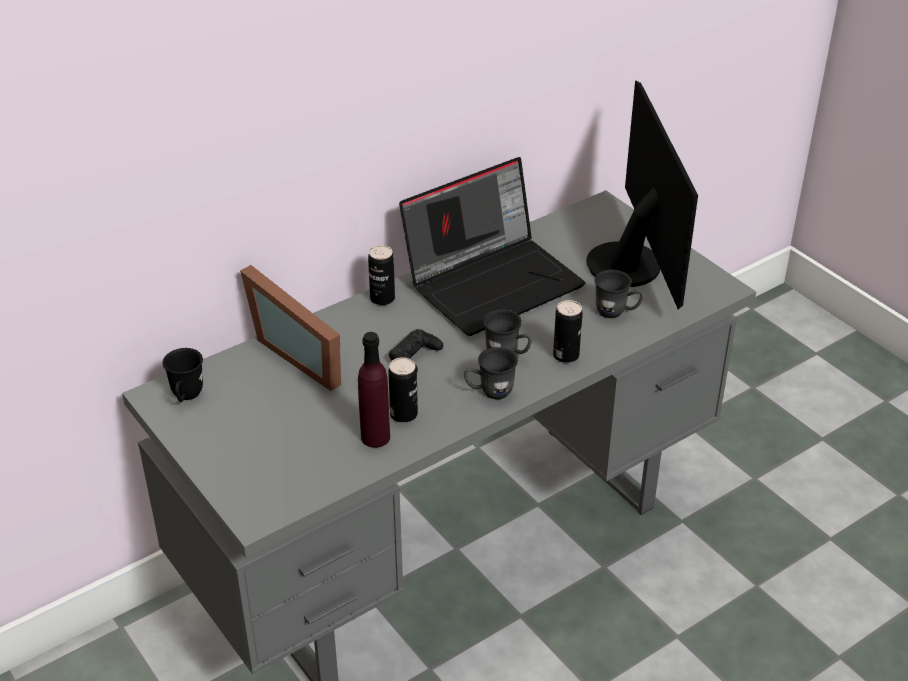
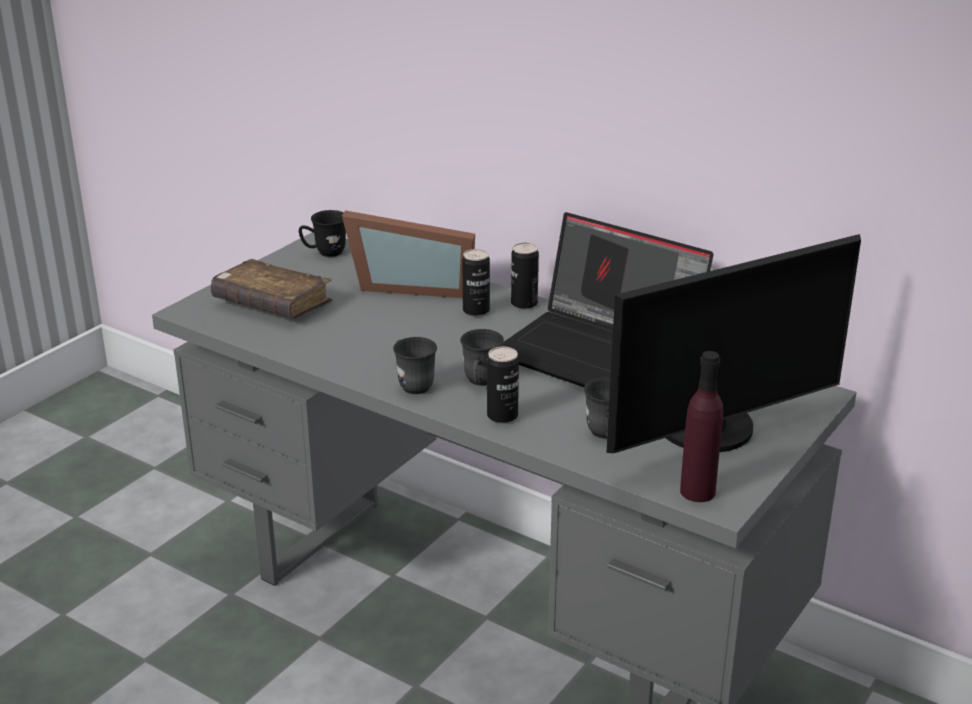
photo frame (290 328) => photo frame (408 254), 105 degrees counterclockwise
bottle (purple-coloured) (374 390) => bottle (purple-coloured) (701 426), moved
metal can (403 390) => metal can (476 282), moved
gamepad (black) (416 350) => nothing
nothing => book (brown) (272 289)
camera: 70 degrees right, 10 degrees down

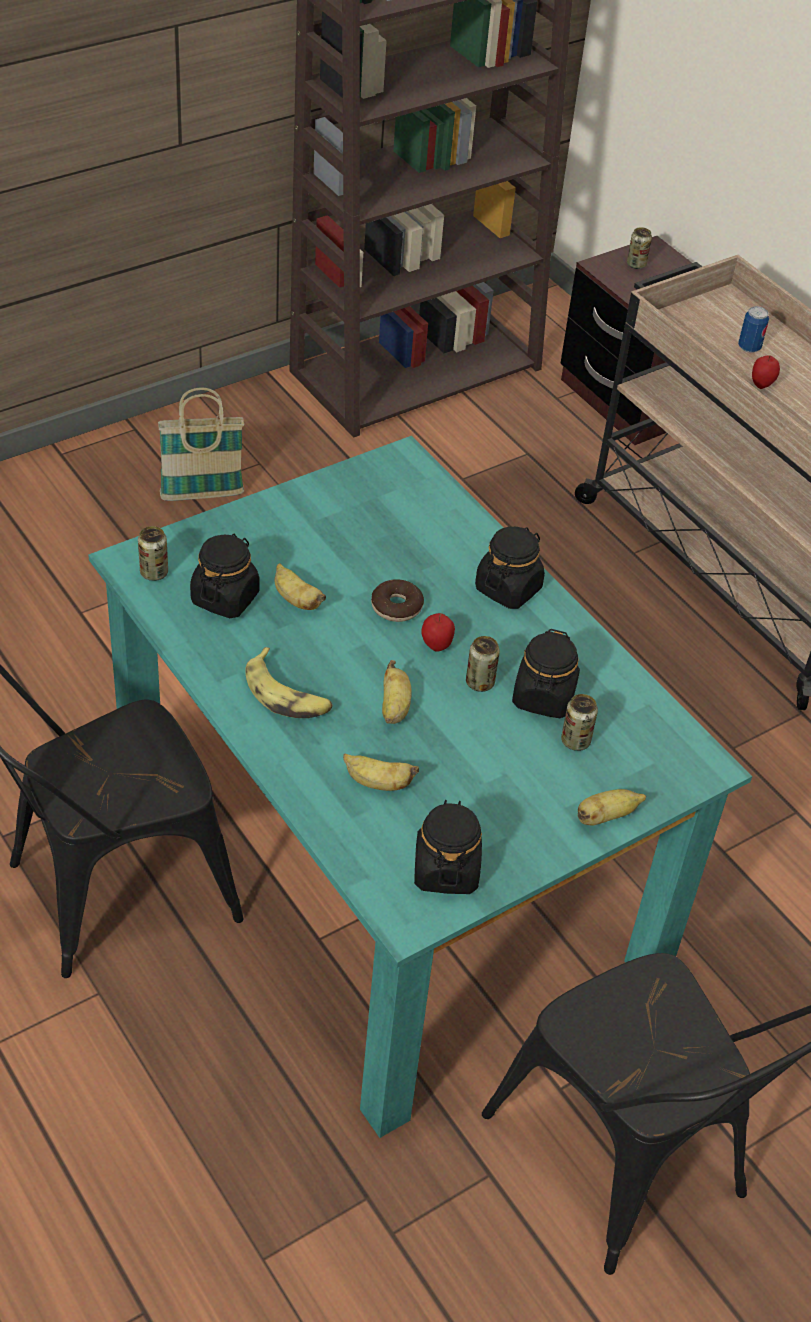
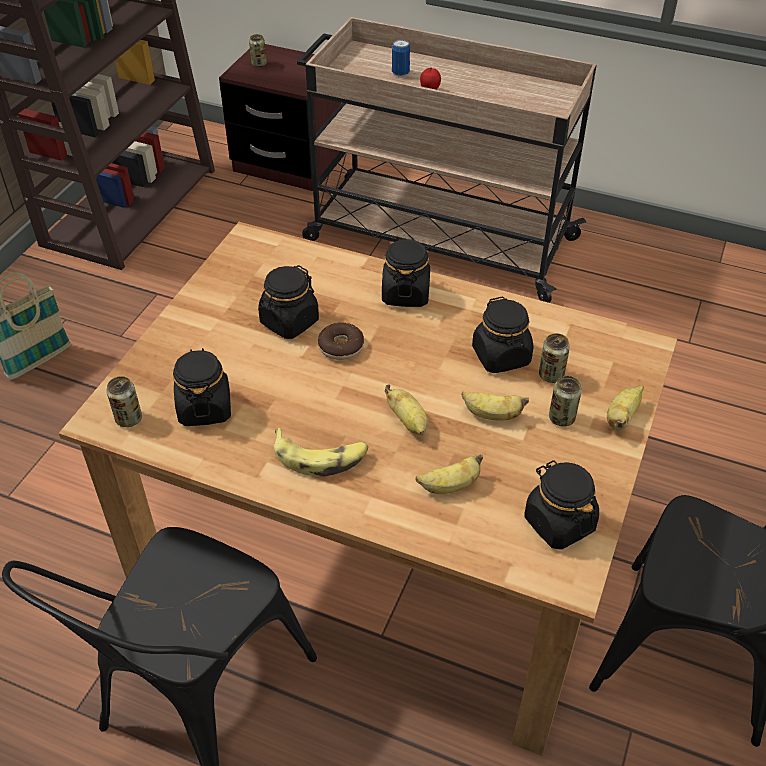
kitchen table (blue-green) (420 787) => kitchen table (brown) (368 489)
whole banana (300 586) => whole banana (495 406), moved
whole apple (438 632) => nothing
metal can (483 664) => metal can (565 401), moved
nothing => jar (black) (288 302)
camera: 30 degrees left, 0 degrees up

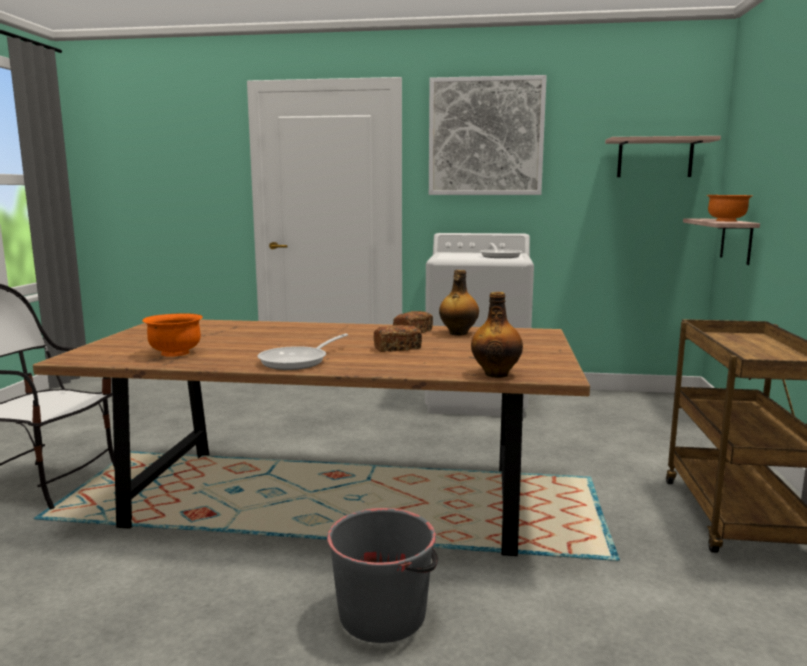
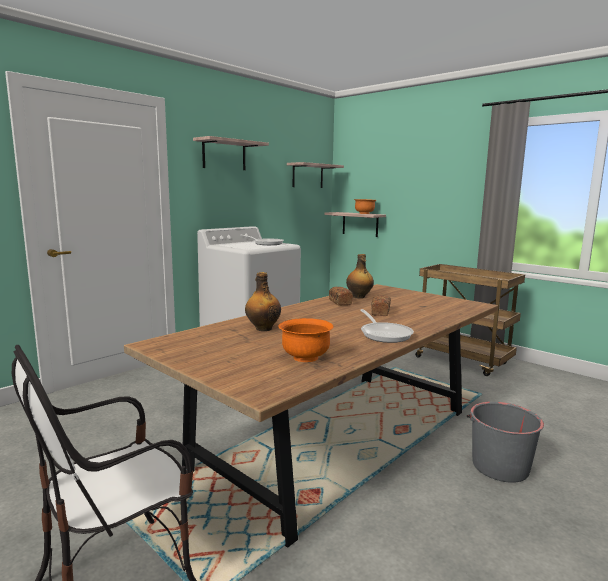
wall picture (488 135) => wall shelf (231 153)
bottle (497 335) => bottle (263 301), moved
camera: 55 degrees left, 0 degrees up

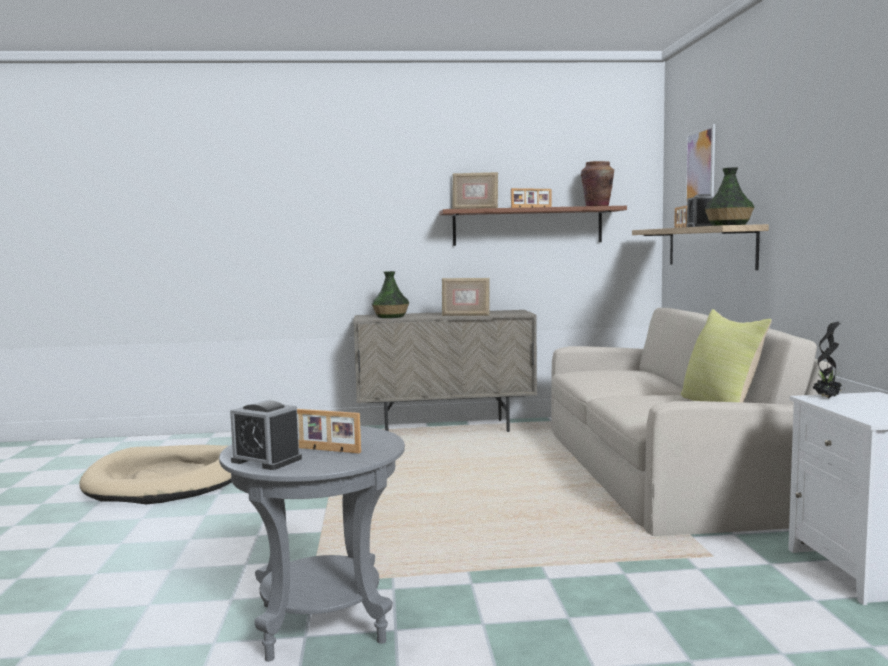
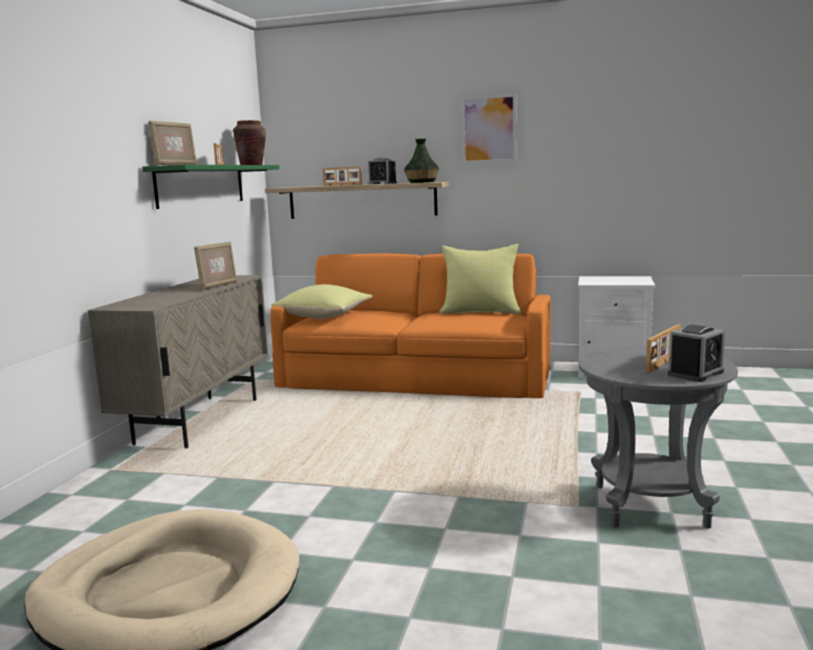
decorative vase (390 294) => nothing
wall shelf (brown) (533 226) => wall shelf (green) (210 187)
settee (beige-coloured) (691 422) => settee (orange-coloured) (410 325)
wall picture (700 165) => wall picture (488 129), moved
potted plant (827 360) => nothing
nothing => throw pillow (yellow-coloured) (322 301)
camera: 70 degrees left, 5 degrees up

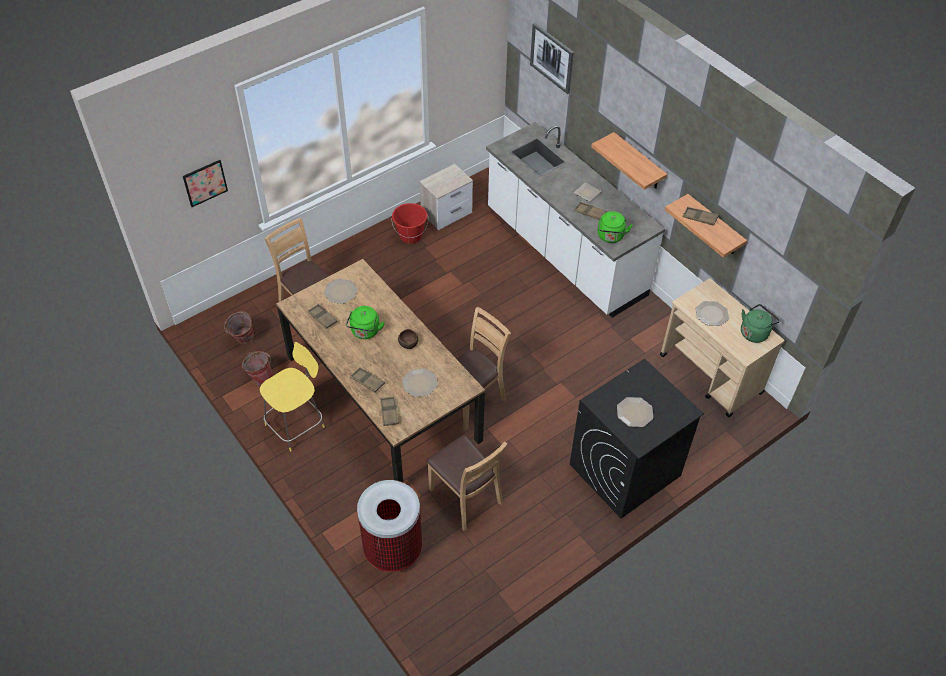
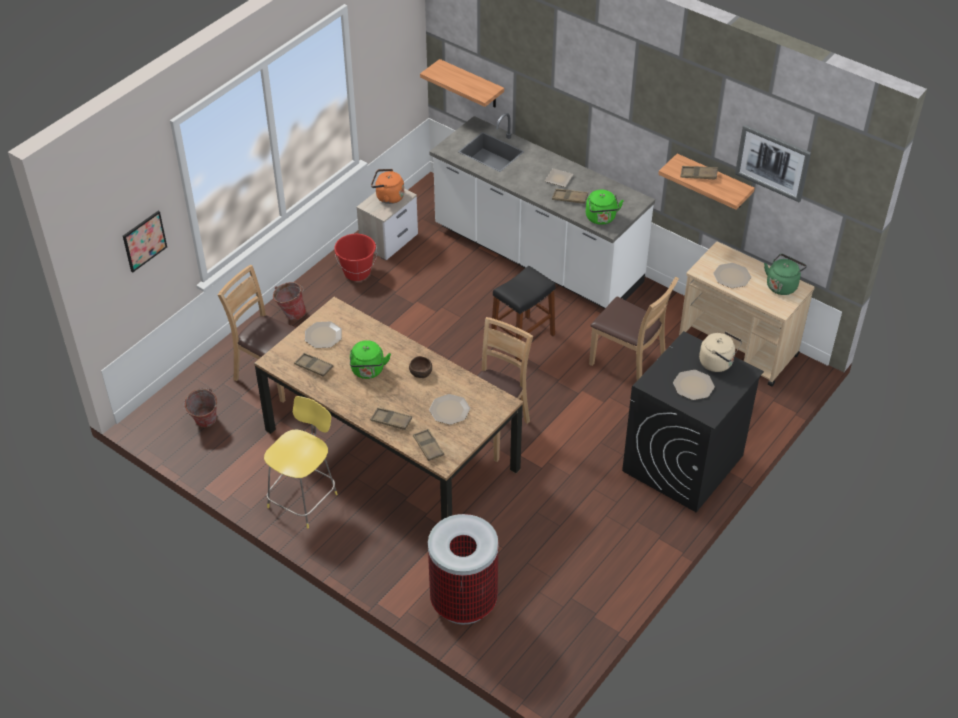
water bucket (258 368) => water bucket (289 301), moved
chair (brown) (466 482) => chair (brown) (634 328), moved
wall picture (552 58) => wall picture (773 163), moved
wall shelf (629 161) => wall shelf (462 83), moved
nothing => kettle (orange-coloured) (387 186)
nothing => stool (black) (523 313)
nothing => kettle (beige-coloured) (720 352)
camera: 15 degrees left, 5 degrees down

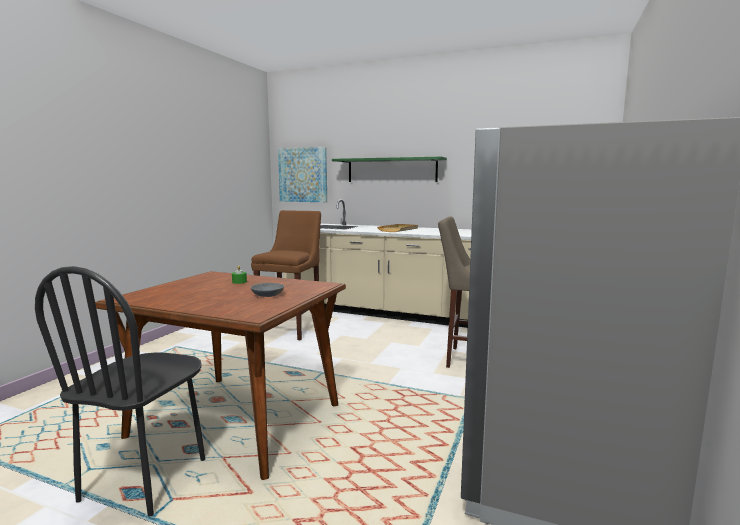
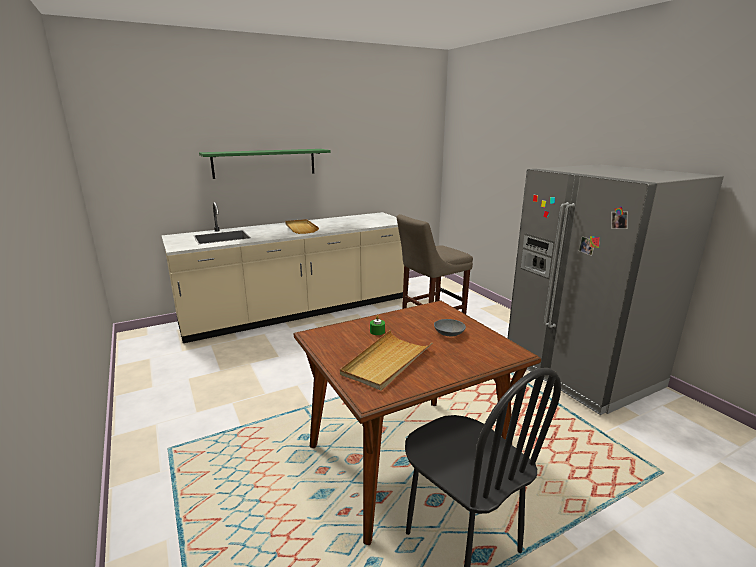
stool (brown) (286 275) => nothing
wall picture (302 174) => nothing
nothing => serving tray (beige-coloured) (386 360)
camera: 50 degrees left, 10 degrees up

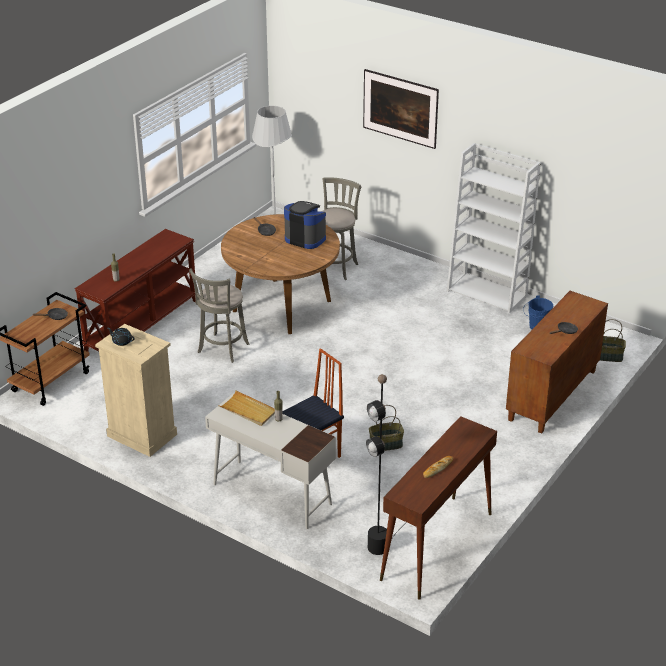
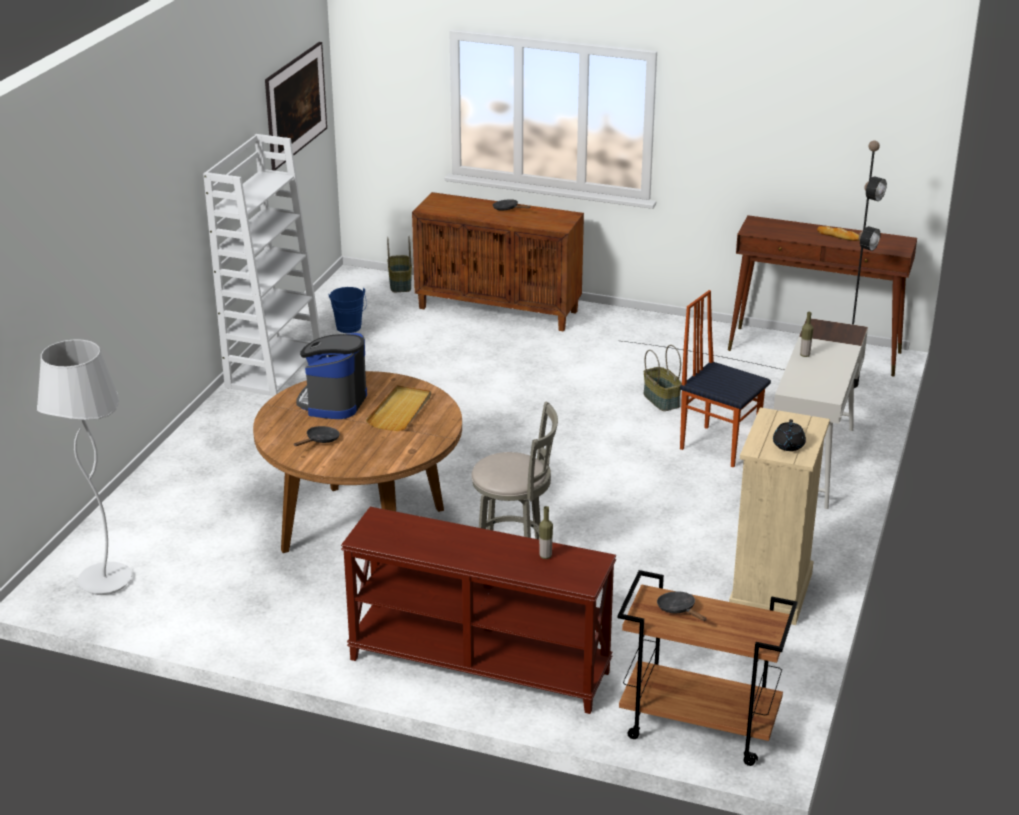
serving tray (beige-coloured) (246 408) => serving tray (beige-coloured) (398 408), moved
stool (grey) (341 228) => nothing
wall picture (401 109) => wall picture (296 106), moved
camera: 105 degrees left, 5 degrees down

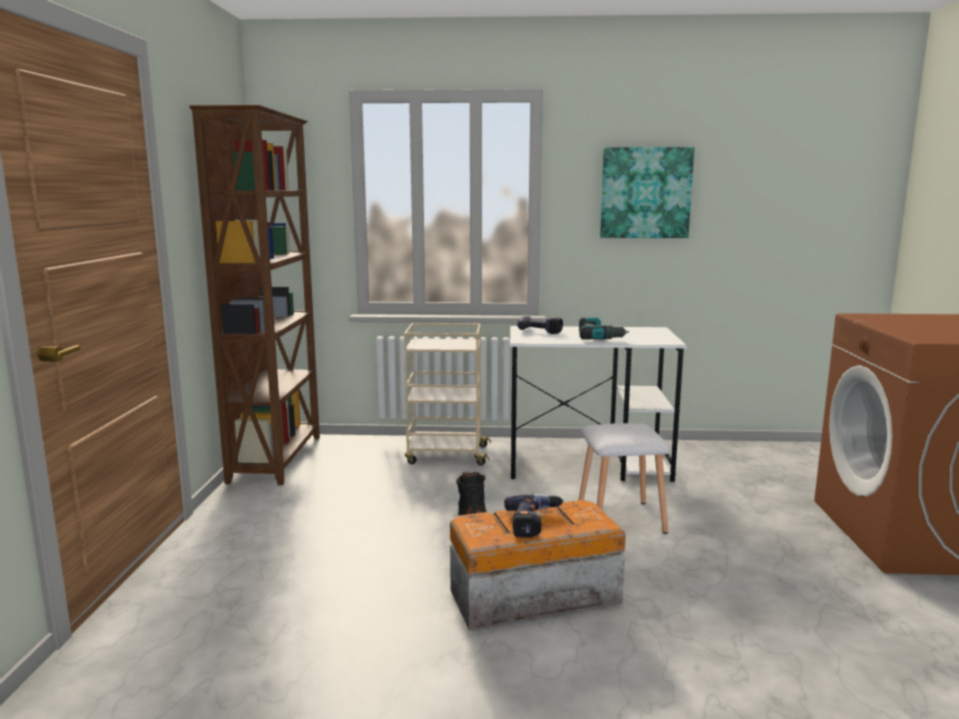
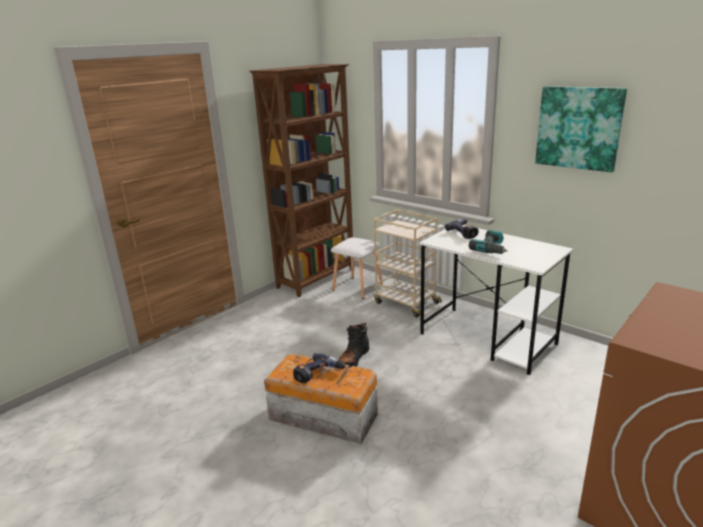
stool (whitish) (624 478) => stool (whitish) (357 268), moved
camera: 40 degrees right, 10 degrees up

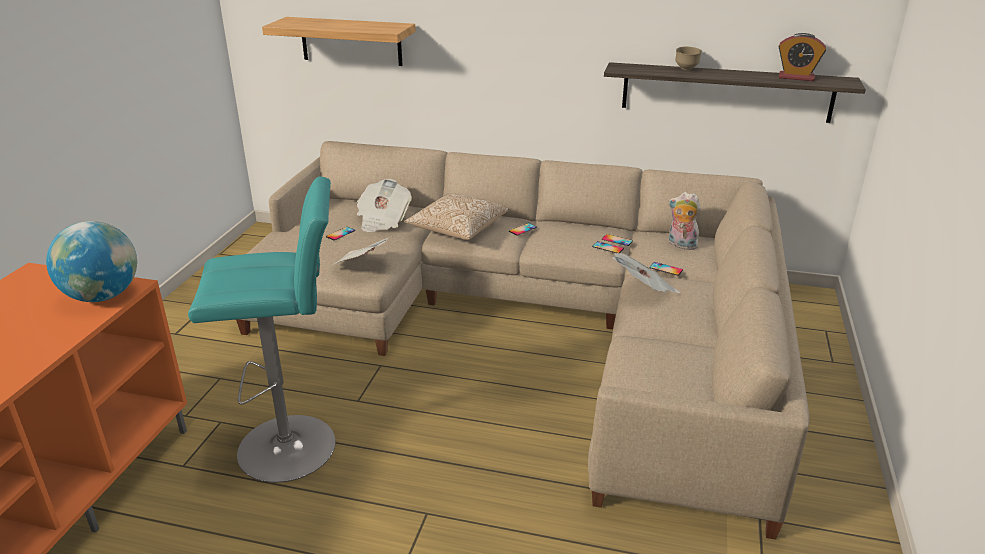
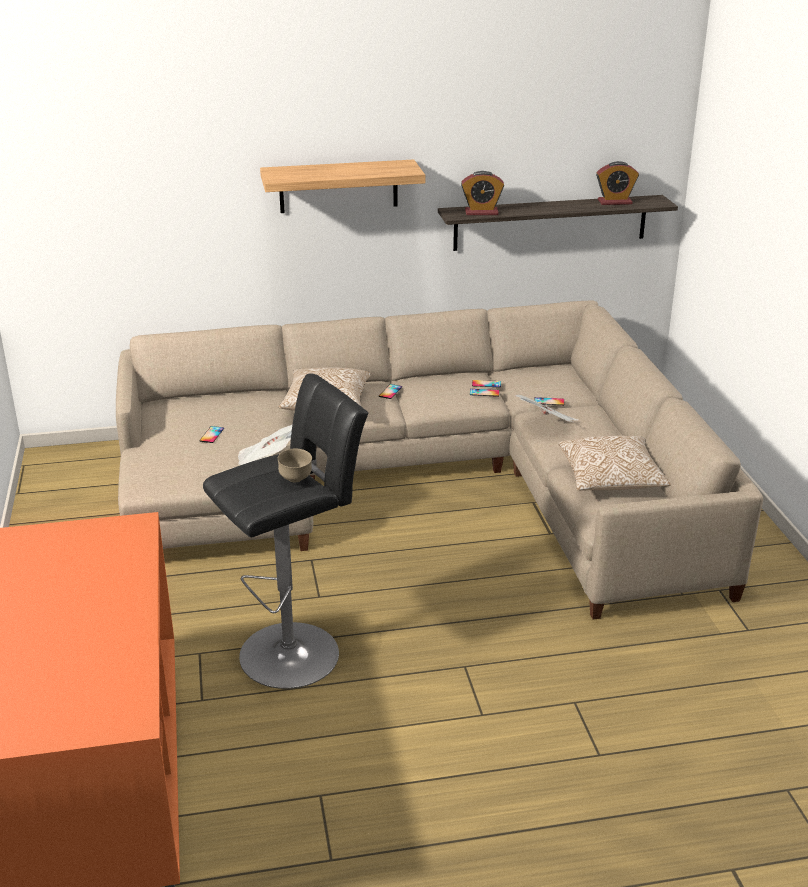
desk globe (91 261) => nothing
stool (blue-green) (262 329) => stool (black) (285 531)
wall shelf (339 41) => wall shelf (342 186), moved
daily paper (384 205) => nothing
soft toy (684 221) => nothing
deep dish (brown) (688 58) => deep dish (brown) (295 465), moved
nothing => alarm clock (482 193)
nothing => throw pillow (614 463)
camera: 25 degrees left, 0 degrees up

